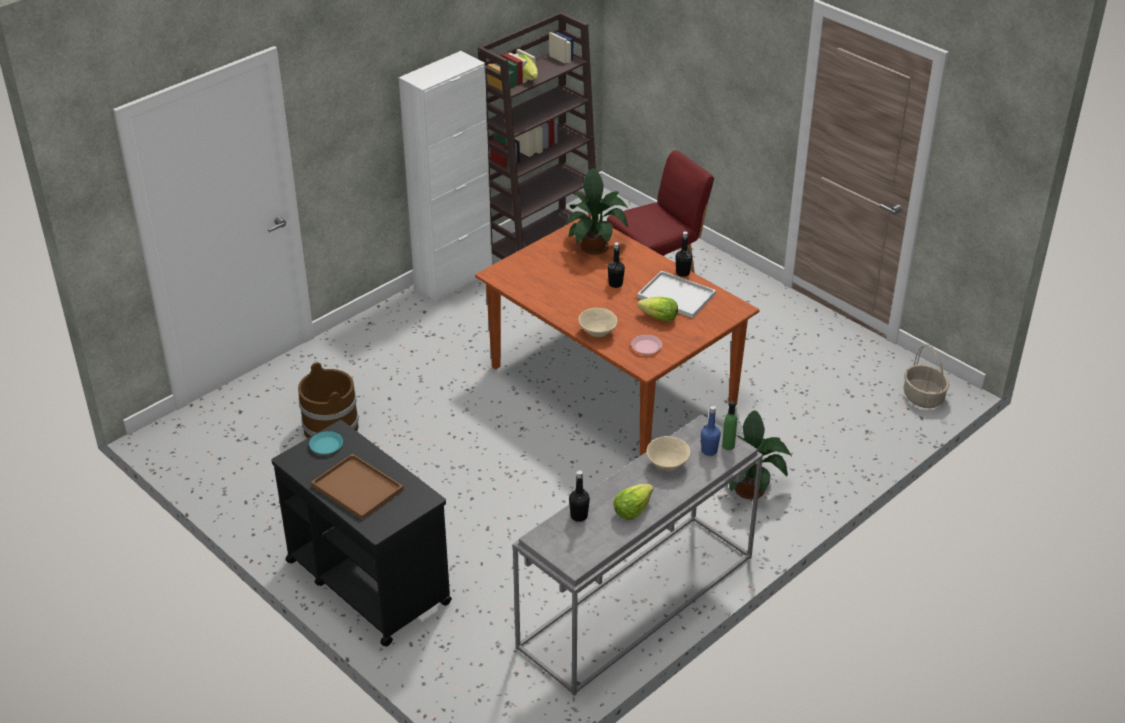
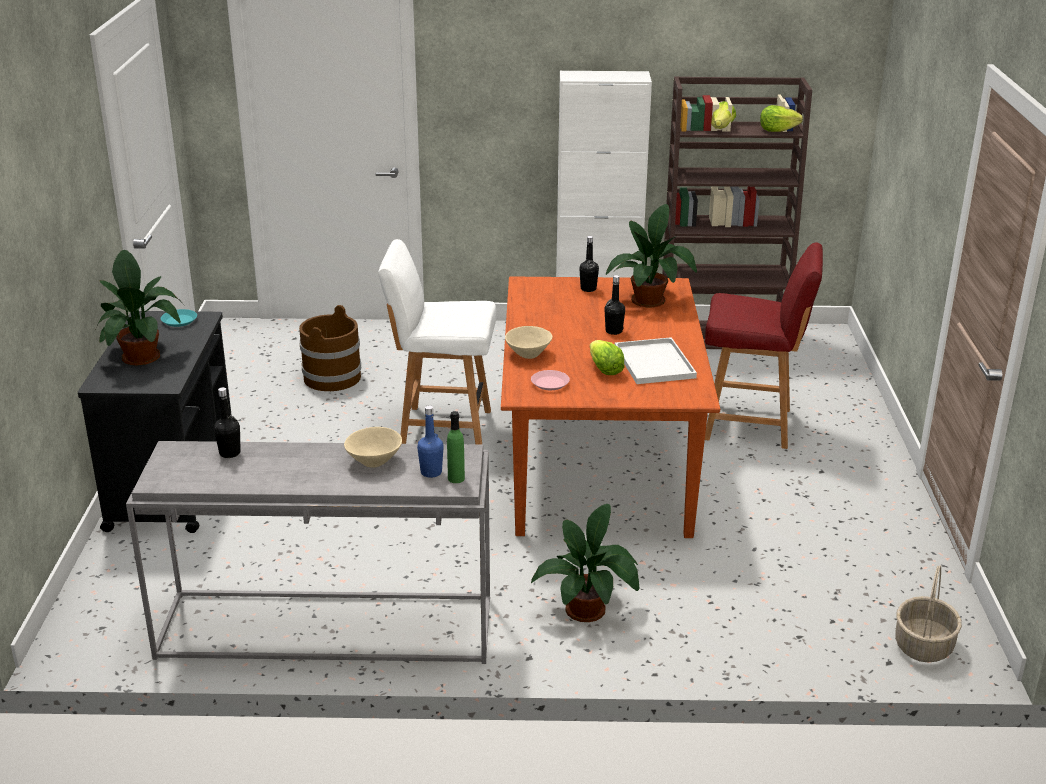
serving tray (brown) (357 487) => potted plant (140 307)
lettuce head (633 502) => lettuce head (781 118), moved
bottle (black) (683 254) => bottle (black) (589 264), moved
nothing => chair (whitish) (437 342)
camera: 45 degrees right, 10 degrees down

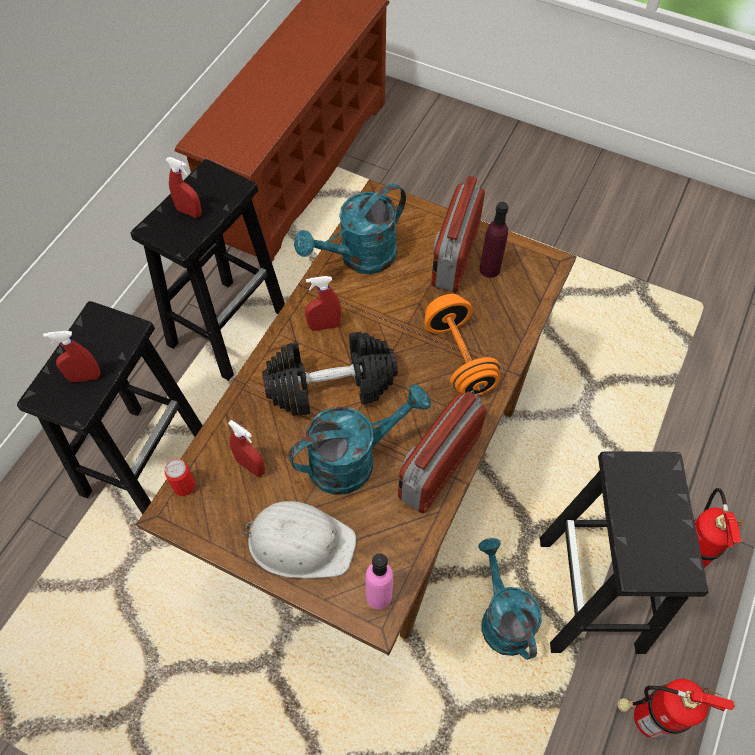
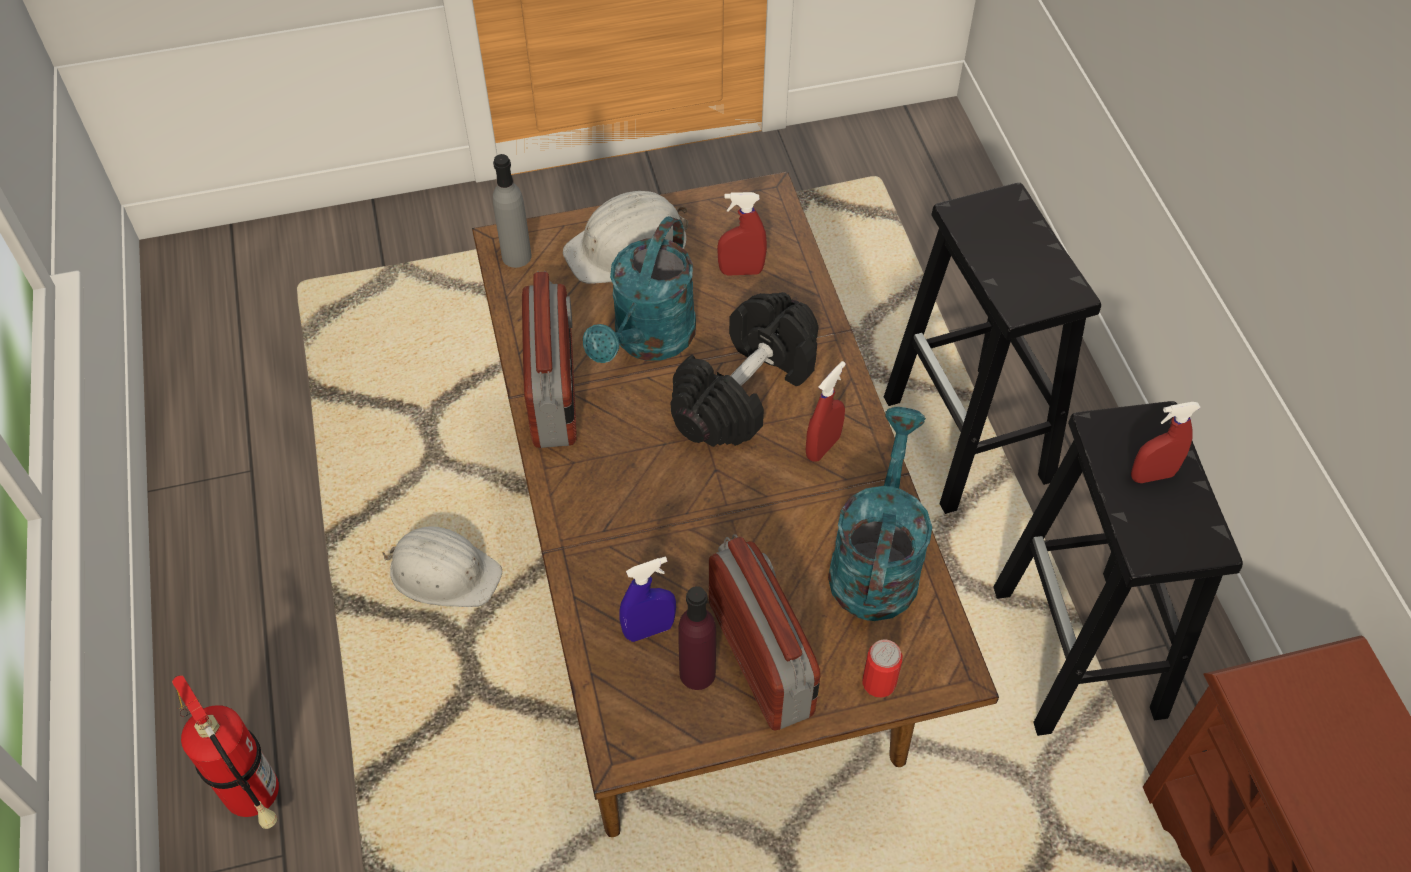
hand sprayer (red) (71 356) => nothing
metal can (180 477) => metal can (882 669), moved
bottle (pink) (379 581) => bottle (grey) (512 211)
free weight (orange-coloured) (462 345) => nothing
watering can (blue-green) (510 599) => work helmet (whitish) (442 567)
stool (black) (624 552) => nothing
fire-fighting cylinder (676 709) => nothing
nothing => hand sprayer (blue) (647 599)
camera: 140 degrees right, 5 degrees down

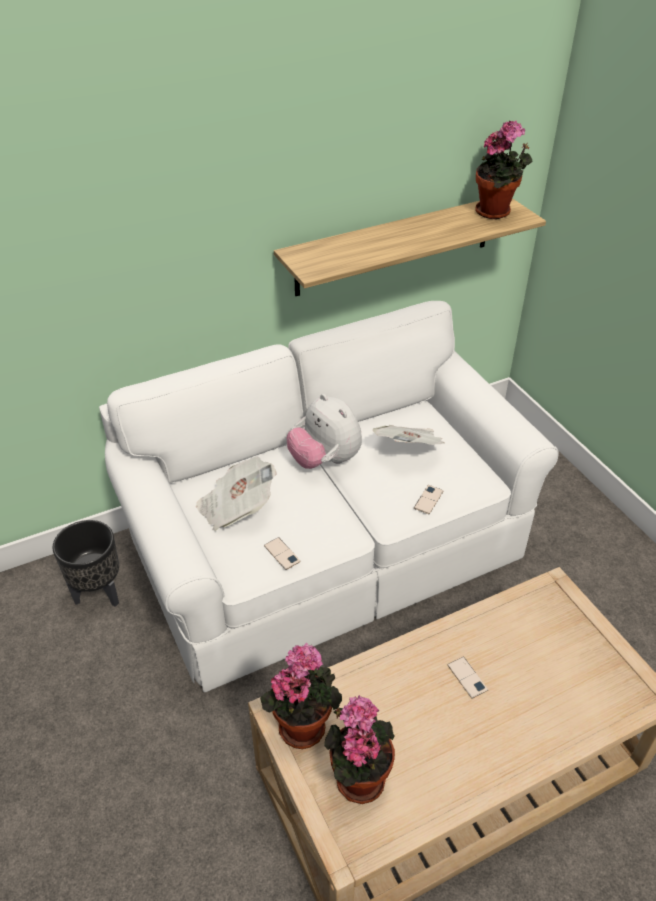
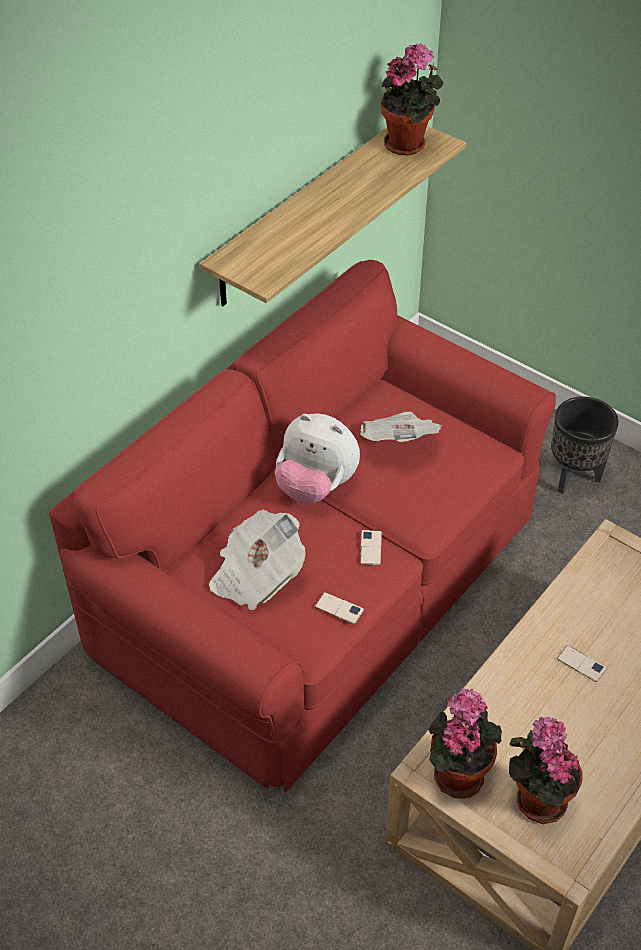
planter (black) (86 563) => planter (black) (585 445), moved
settee (whitish) (329 496) => settee (red) (302 526)
handset (429 499) => handset (371 547), moved
camera: 25 degrees left, 5 degrees up

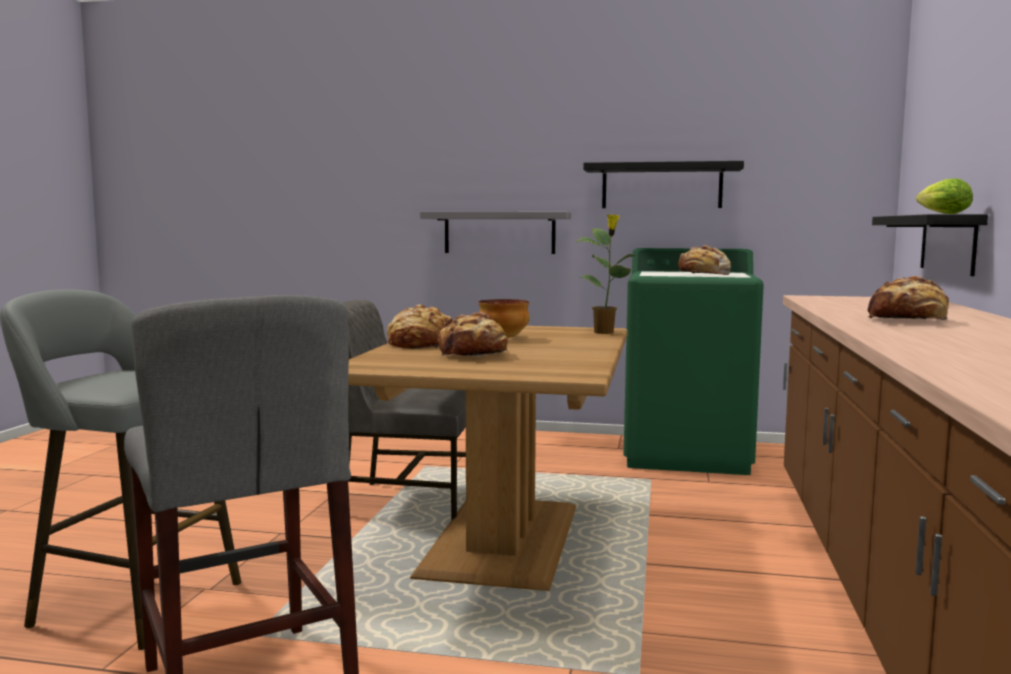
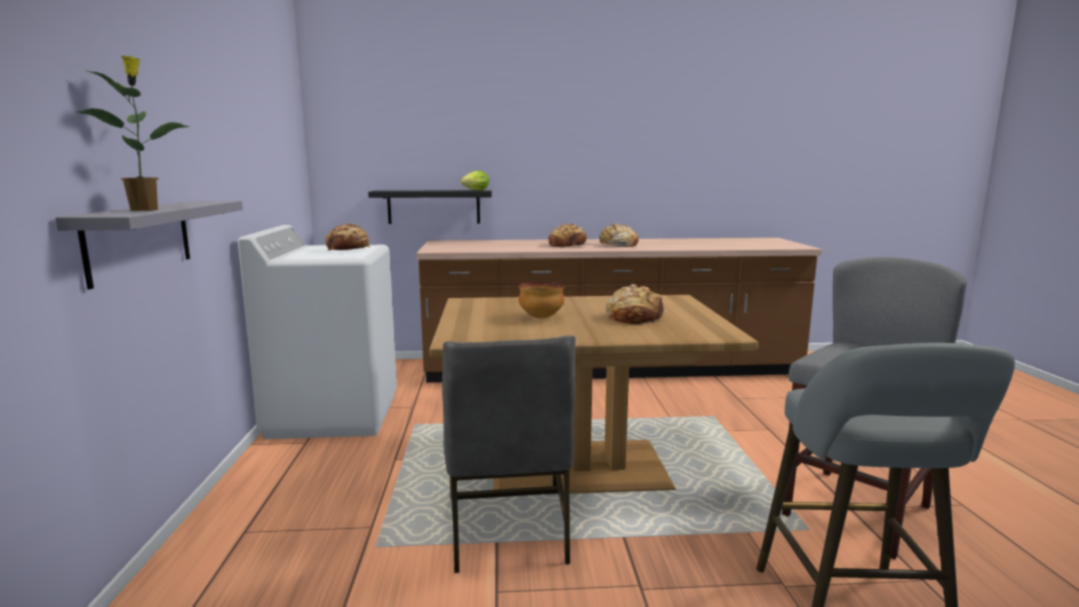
baked bread (420 326) => baked bread (619 235), moved
potted plant (605 274) => potted plant (133 133), moved
wall shelf (black) (663 184) => nothing
laundry machine (green) (694 361) => laundry machine (whitish) (317 332)
camera: 105 degrees left, 5 degrees up

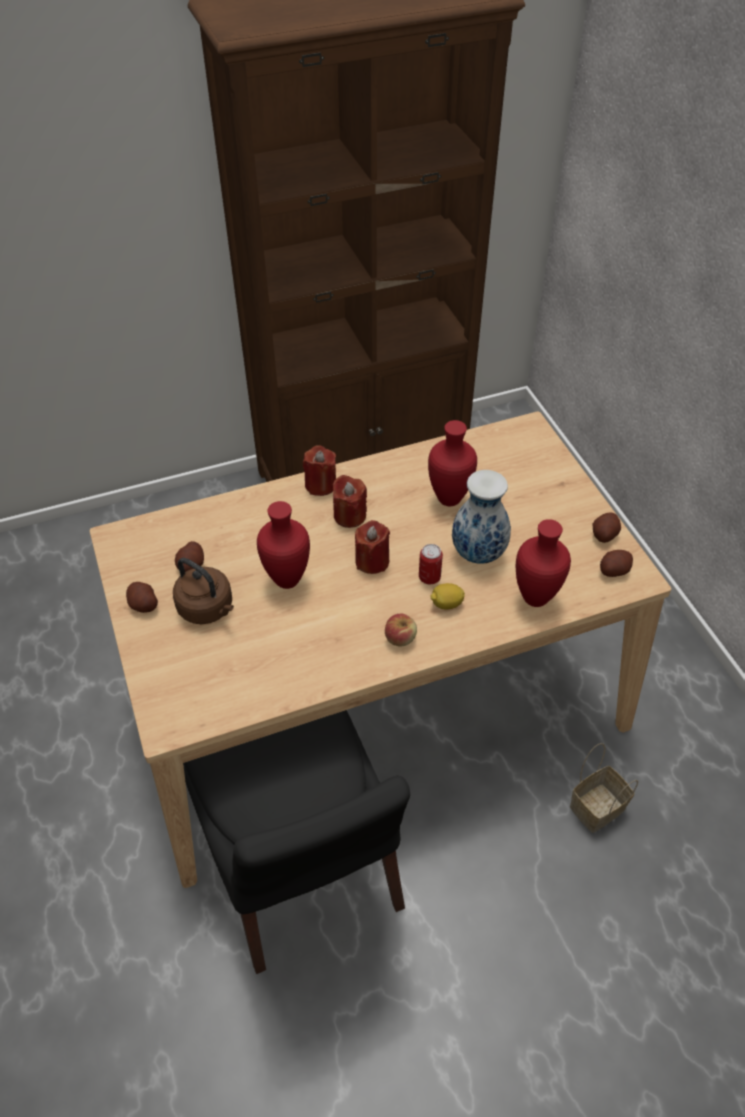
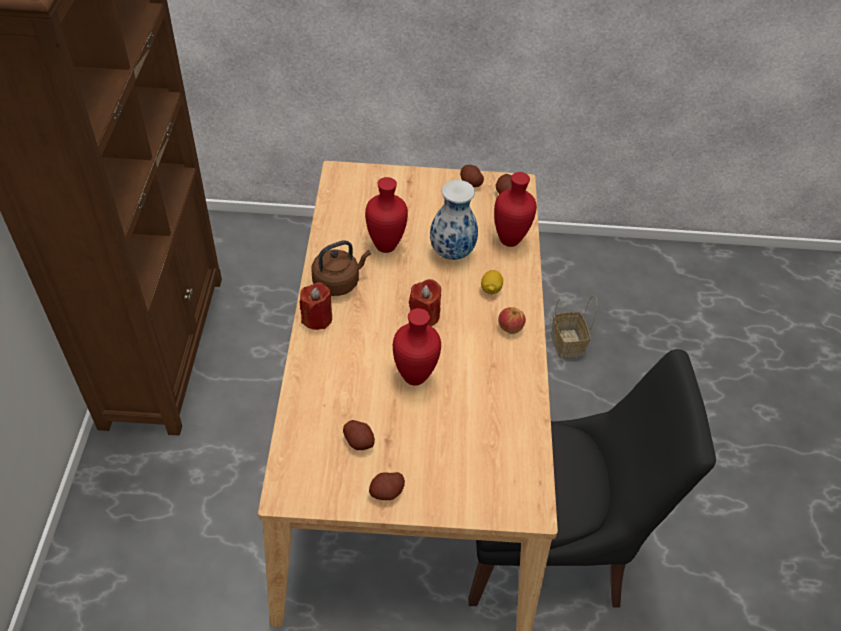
kettle (brown) (203 591) => kettle (brown) (341 268), moved
wax candle (red) (350 501) => nothing
metal can (431 564) => nothing
camera: 70 degrees left, 0 degrees up

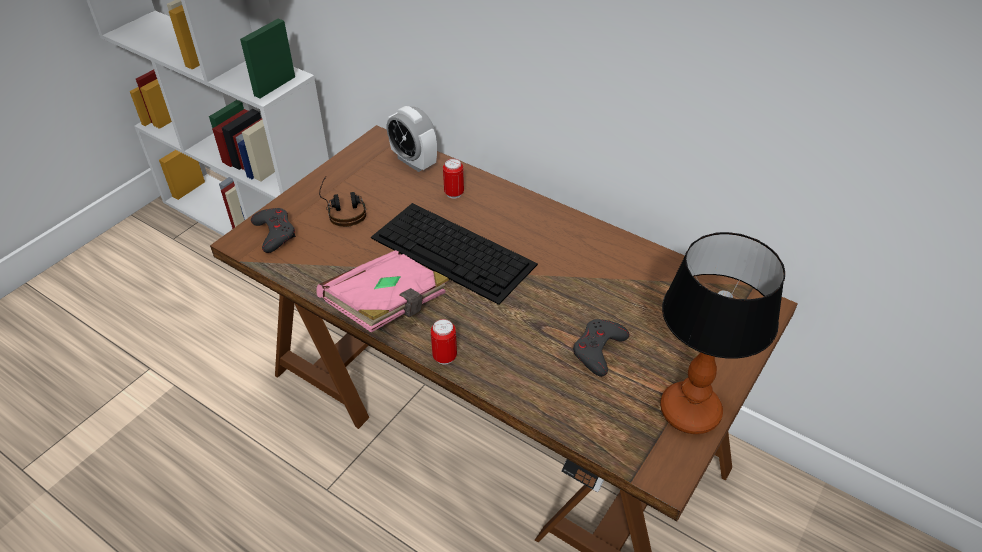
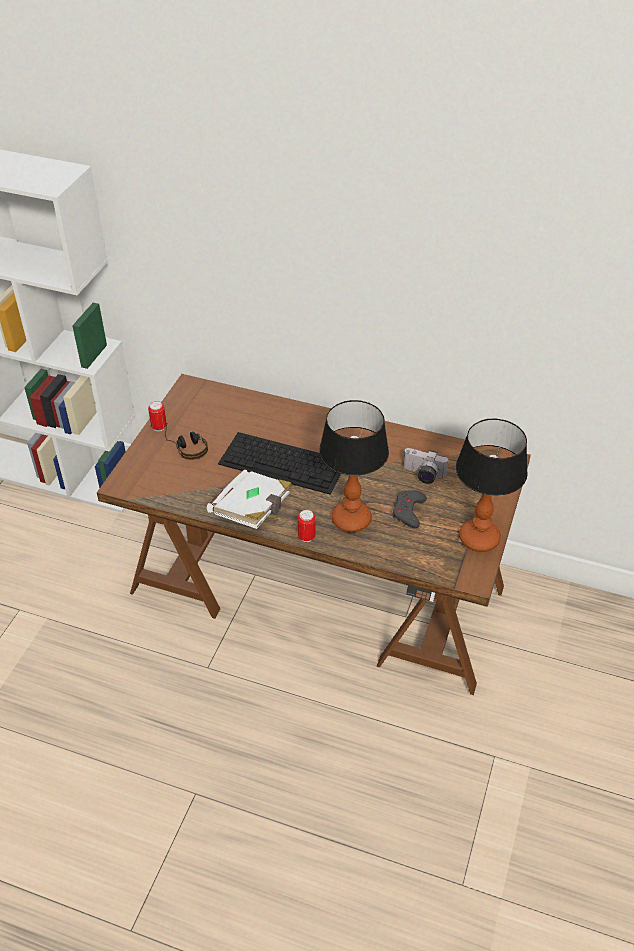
gamepad (grey) (273 230) => nothing
book (pink) (382 291) => book (whitish) (249 499)
alarm clock (412 139) => nothing
metal can (453 179) => metal can (157 416), moved
nothing => tabletop lamp (354 466)
nothing => still camera (426 466)
camera: 15 degrees left, 0 degrees up

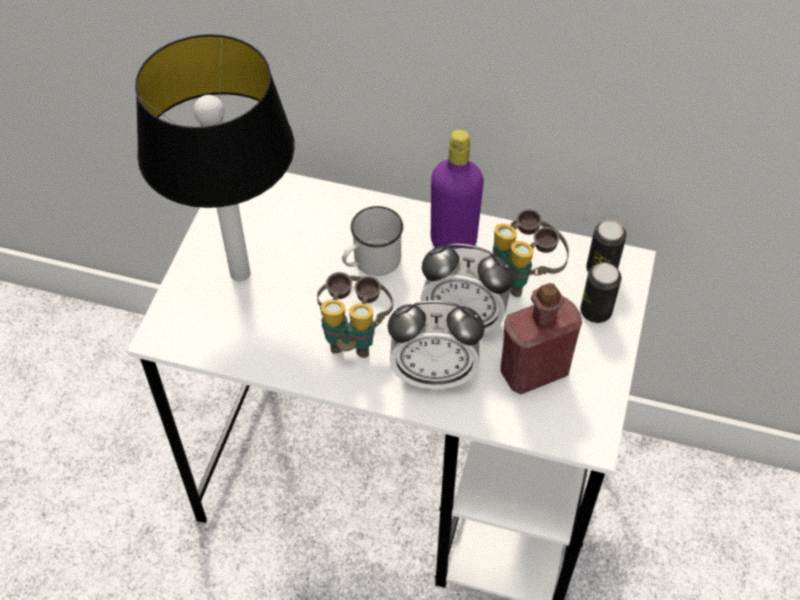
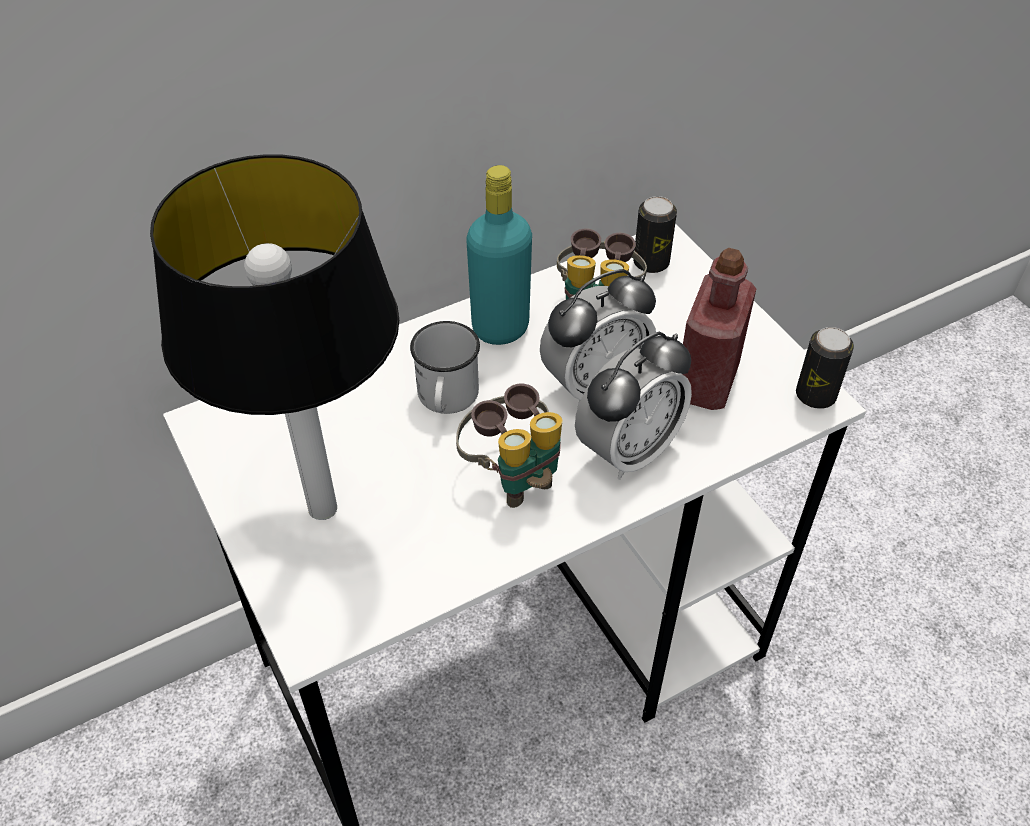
bottle (purple-coloured) (457 189) => bottle (blue-green) (499 255)
metal can (601 293) => metal can (825 368), moved
camera: 45 degrees left, 5 degrees down

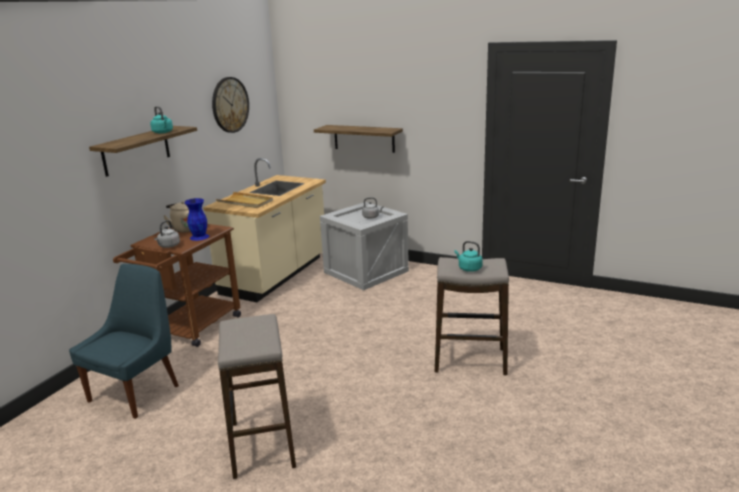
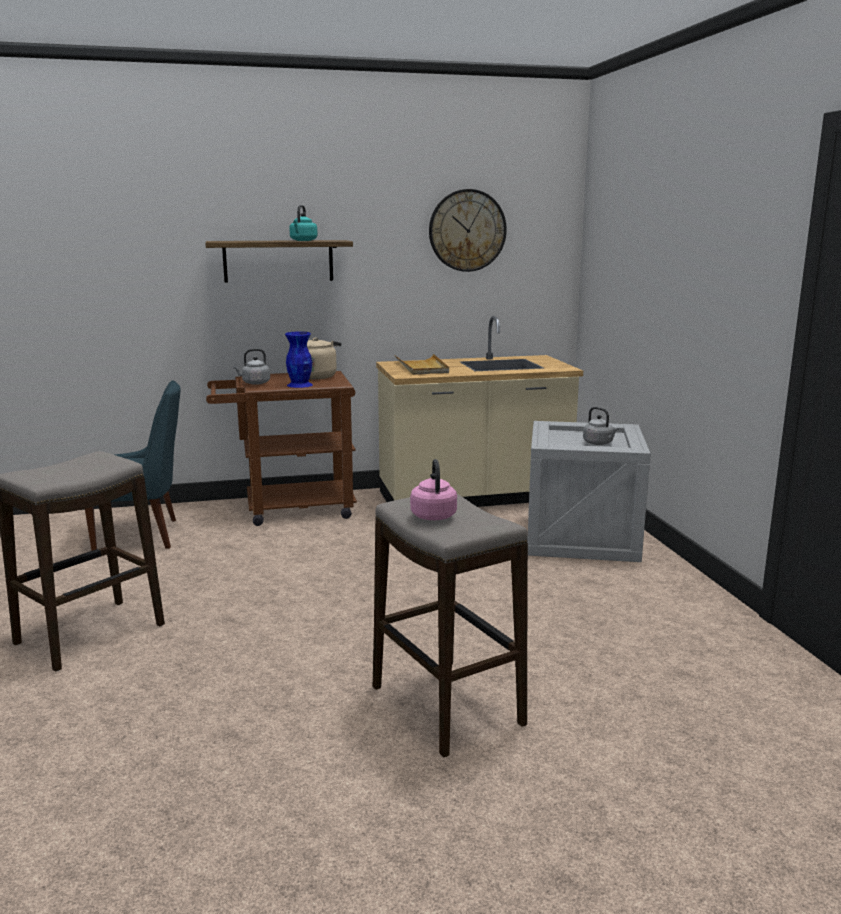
wall shelf (358 139) => nothing
kettle (blue-green) (468 256) => kettle (pink) (433 489)
camera: 50 degrees right, 5 degrees down

